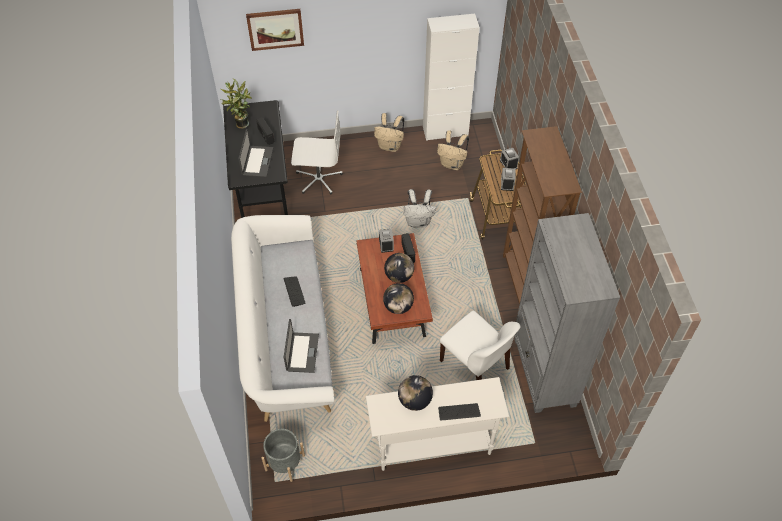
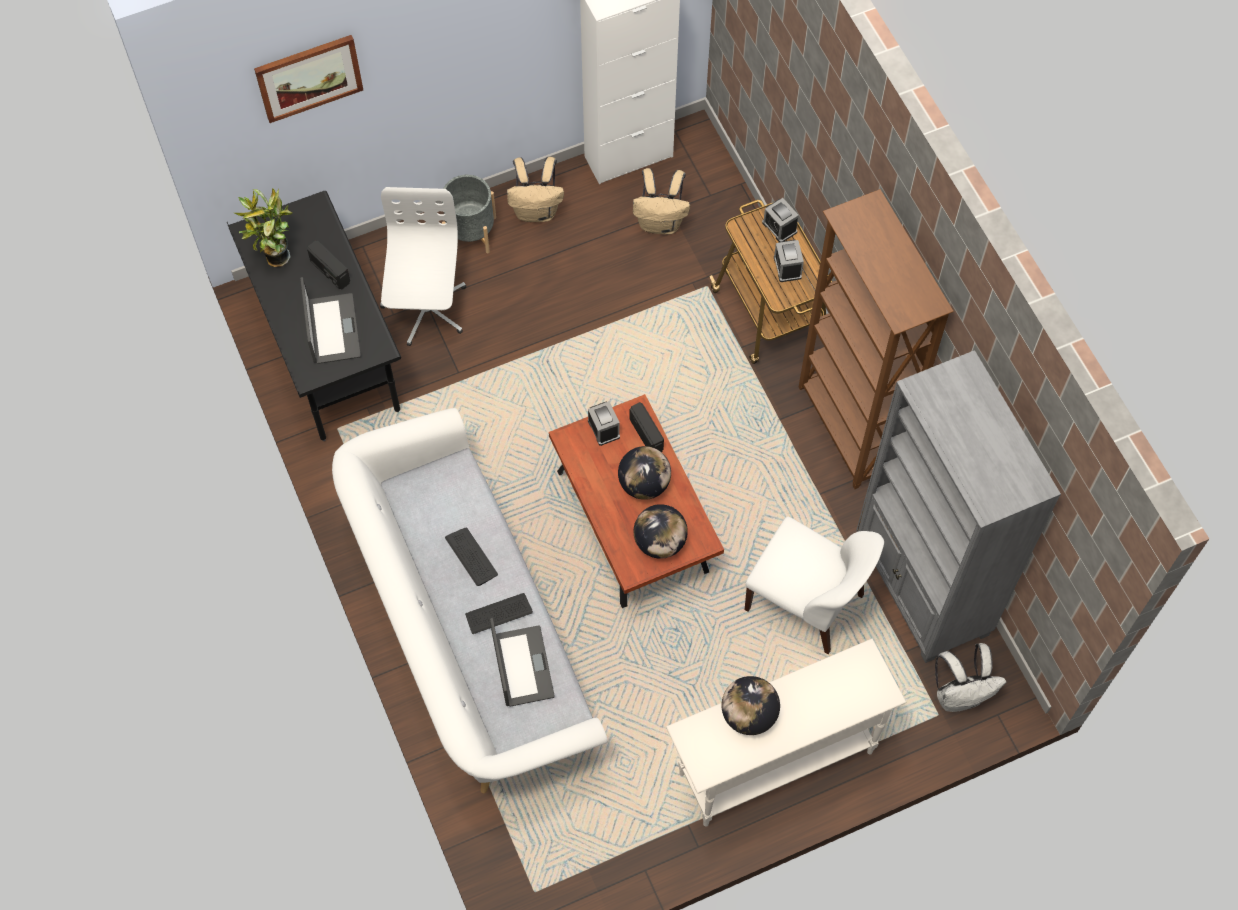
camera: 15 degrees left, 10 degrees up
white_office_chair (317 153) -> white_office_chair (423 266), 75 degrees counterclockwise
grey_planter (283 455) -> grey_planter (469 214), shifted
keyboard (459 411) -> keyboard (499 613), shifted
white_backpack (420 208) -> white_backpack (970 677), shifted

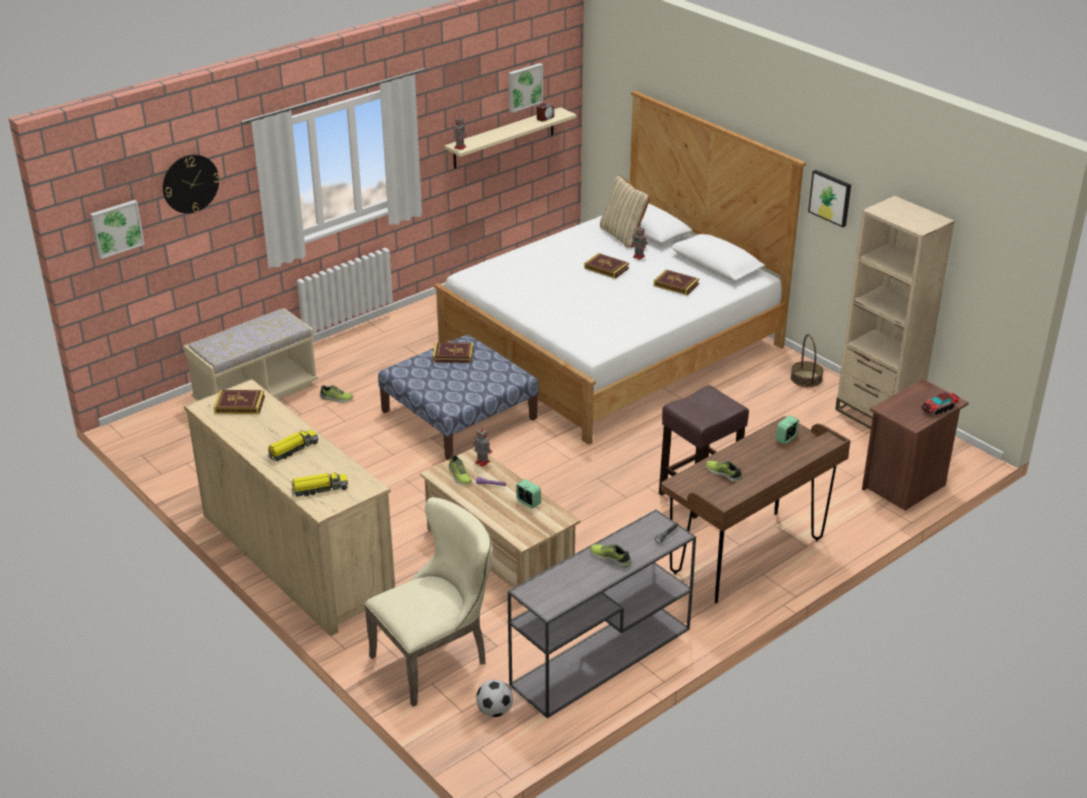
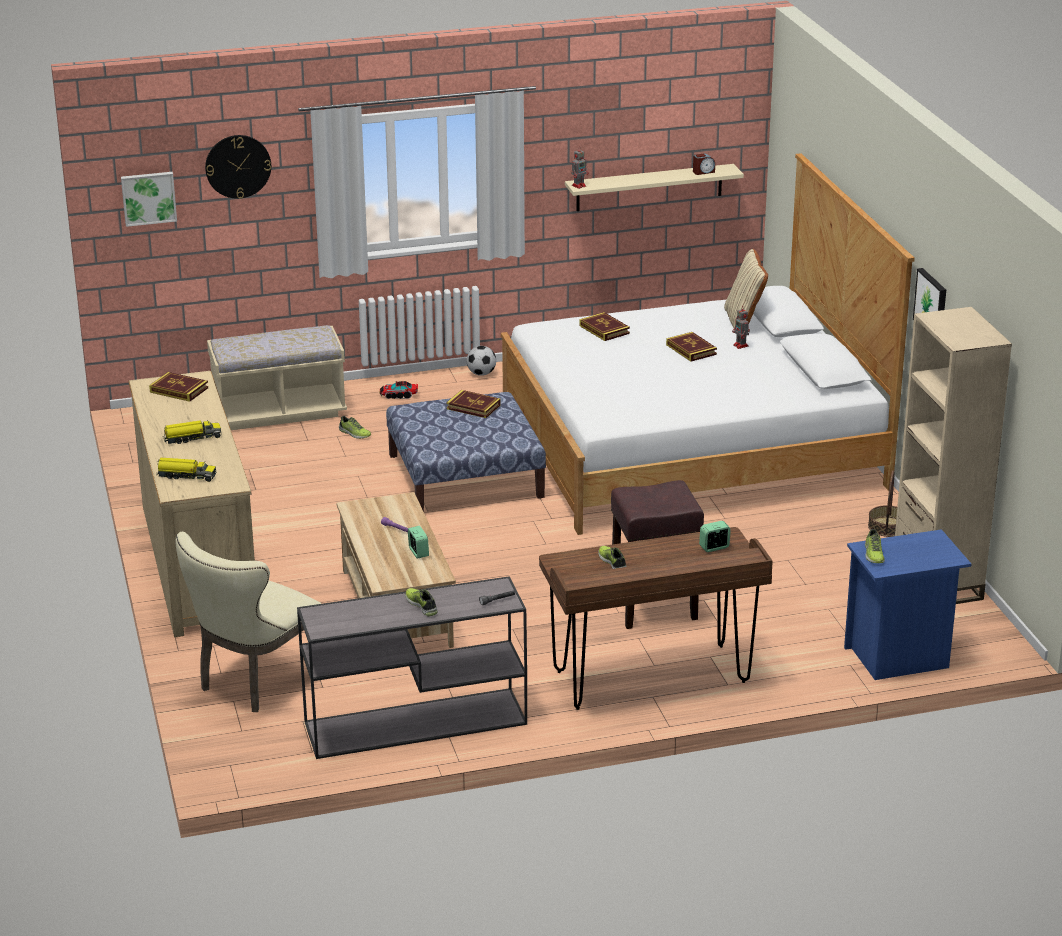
camera: 25 degrees right, 5 degrees down
sand-coloured_plain_chair (428 602) -> sand-coloured_plain_chair (249 622), 135 degrees clockwise
toy_lorry (940 403) -> toy_lorry (399 390), shifted
football_ball (494 698) -> football_ball (481 361), shifted
bound_book (676 282) -> bound_book (605 326), shifted
brown_night_table (915 445) -> blue_night_table (907 604)
shoe (460 470) -> shoe (875 546), shifted
robot_figure (482 446) -> none
wall_picture (526 88) -> none

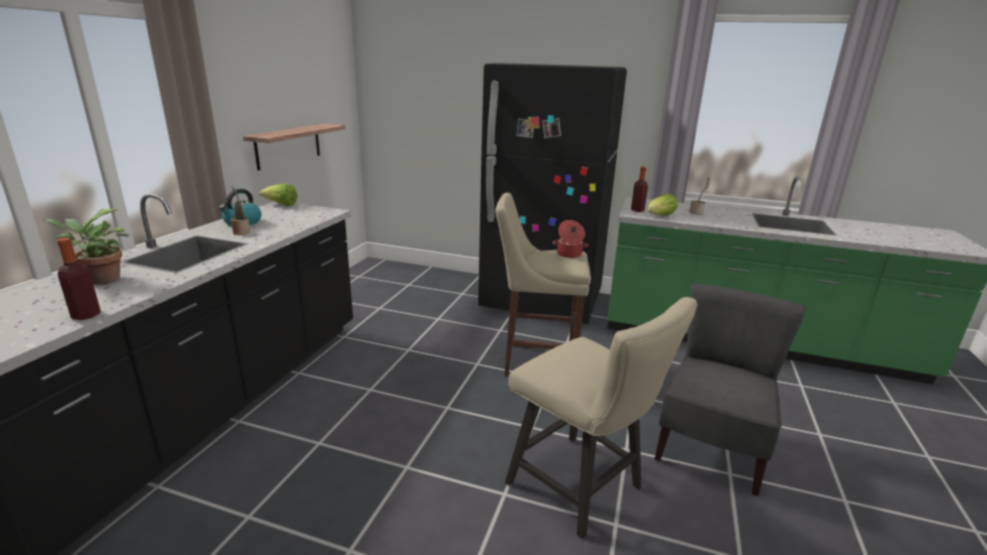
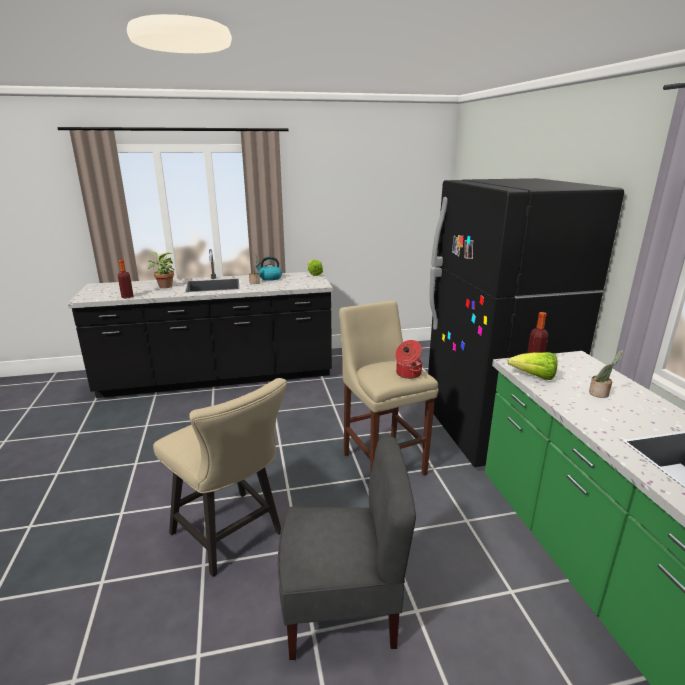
camera: 60 degrees right, 0 degrees up
sand-coloured_plain_chair (601 418) -> sand-coloured_plain_chair (220 477), 60 degrees counterclockwise
wall_shelf (294 147) -> none

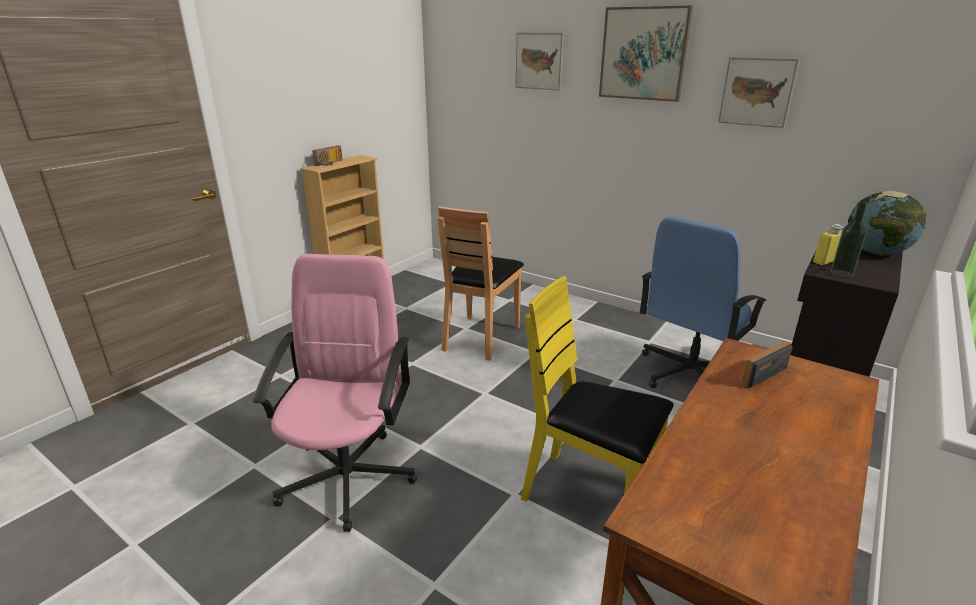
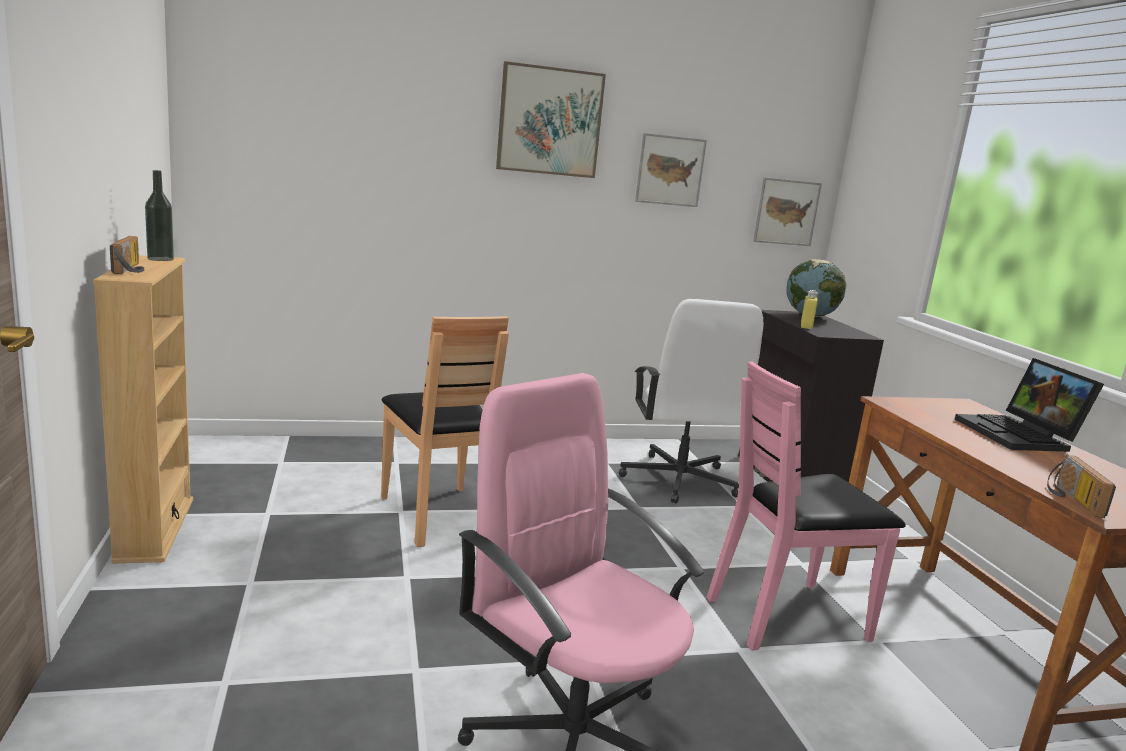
camera: 50 degrees left, 10 degrees down
beverage_bottle (849 240) -> beverage_bottle (159 215), shifted
blue_office_chair (703 302) -> white_office_chair (691 401)
yellow-coloured_plain_chair (597 389) -> pink-coloured_plain_chair (806 506)
wall_picture (539 61) -> wall_picture (787 211), shifted
none -> laptop (1029 405)
radio_receiver (767 364) -> radio_receiver (1081 486), shifted

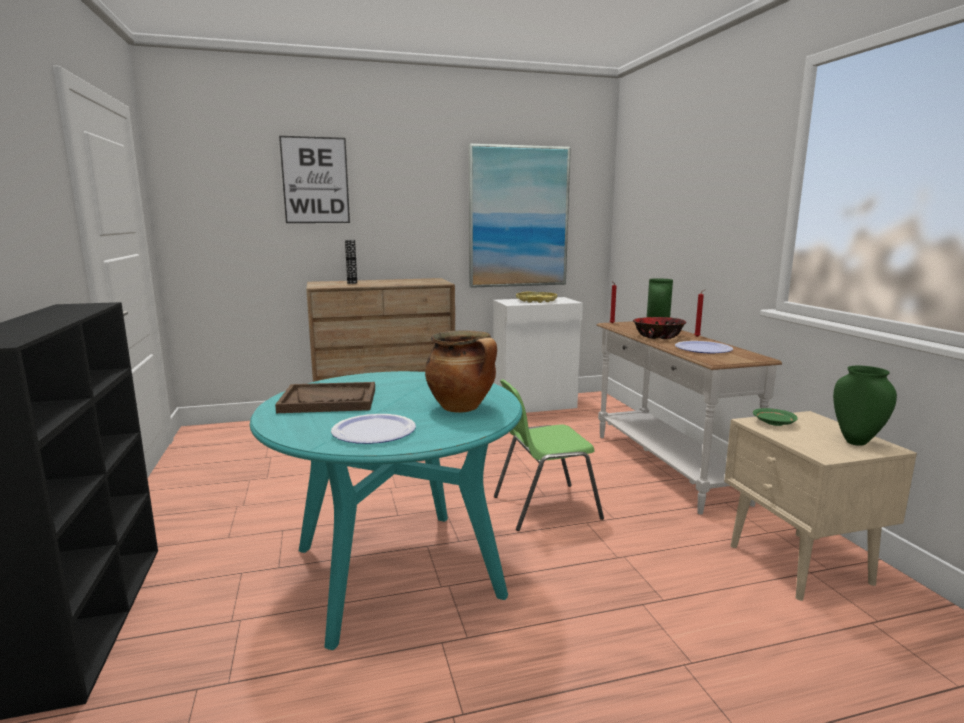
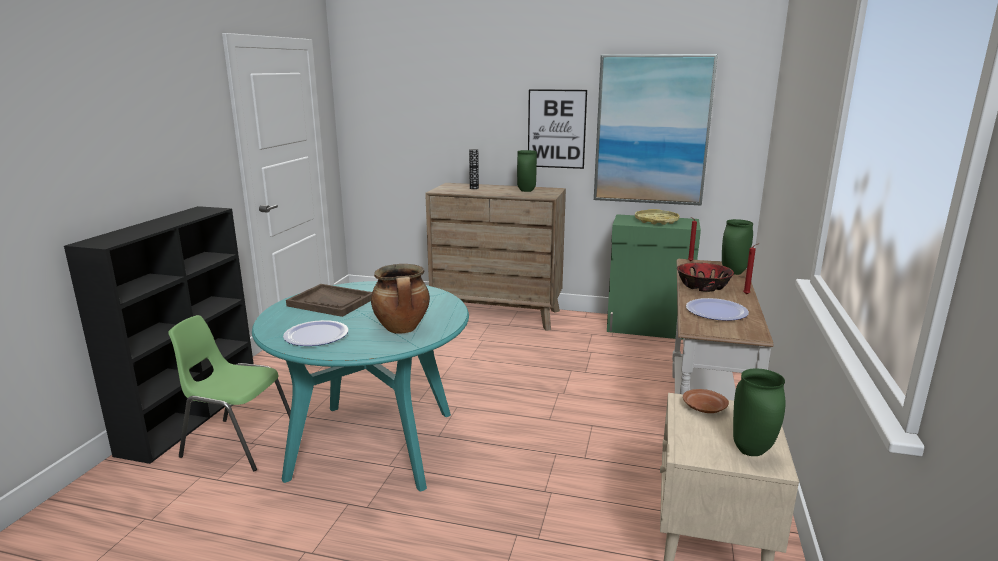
camera: 30 degrees right, 5 degrees up
greenish_plain_chair (549 455) -> greenish_plain_chair (229 393), shifted
none -> greenish_vase (527 171)
wall_picture (314 179) -> wall_picture (557 129), shifted
white_storage_cabinet (538 355) -> greenish_storage_cabinet (654 277)
greenish_plate (775 417) -> brown_plate (706 401)

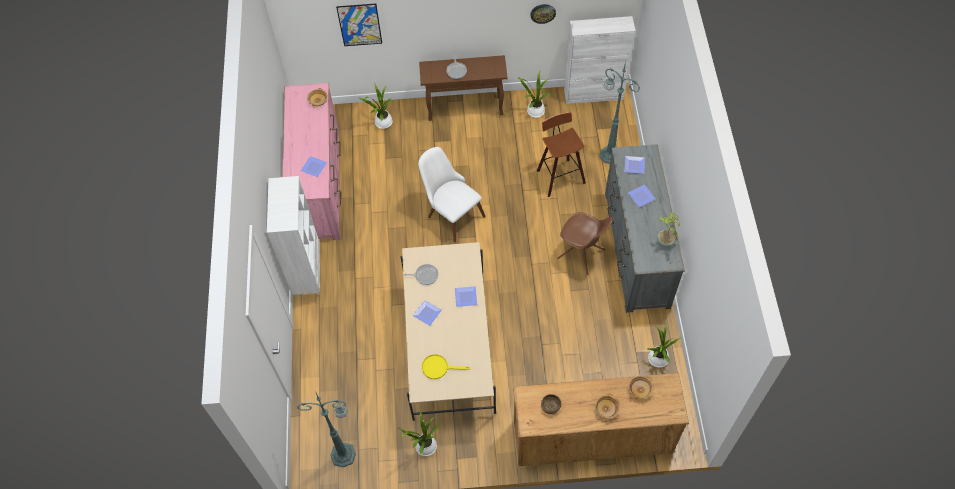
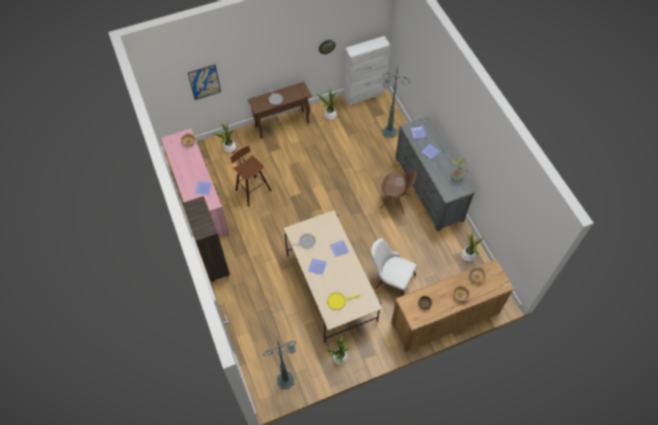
camera: 20 degrees left, 0 degrees up
white_bookcase (293 236) -> brown_bookcase (206 239)
stool_seat (561 154) -> stool_seat (251 176), shifted
white_plain_chair (452 194) -> white_plain_chair (394 267), shifted

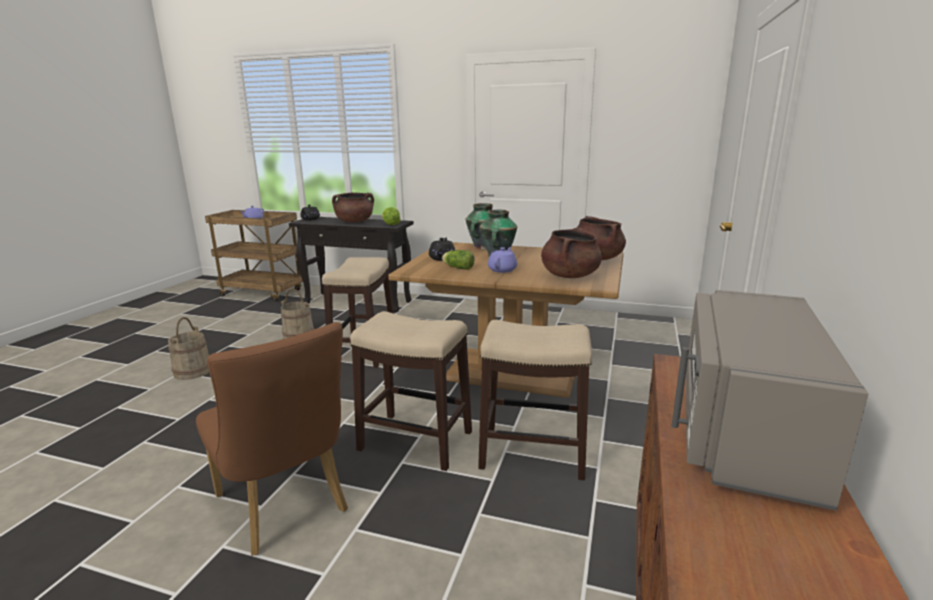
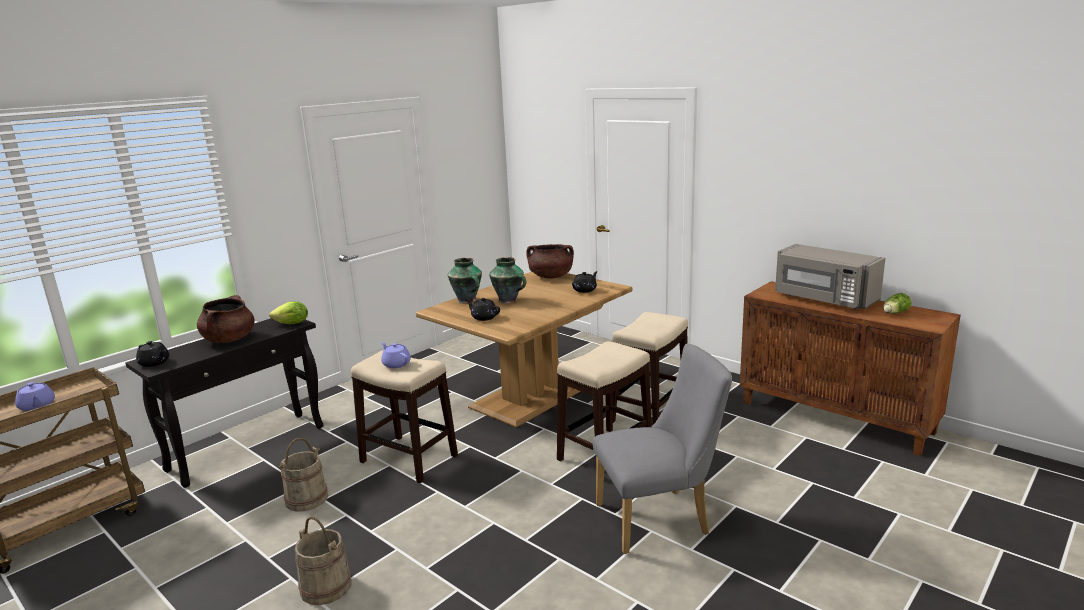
camera: 65 degrees left, 0 degrees up
purple_tea_pot (502 260) -> purple_tea_pot (396 355), shifted
brown_saucepot (571 253) -> blackish_tea_pot (585 282)
brown_plain_chair (272 439) -> grey_plain_chair (662 448)
lettuce_head (458 260) -> lettuce_head (897 303), shifted

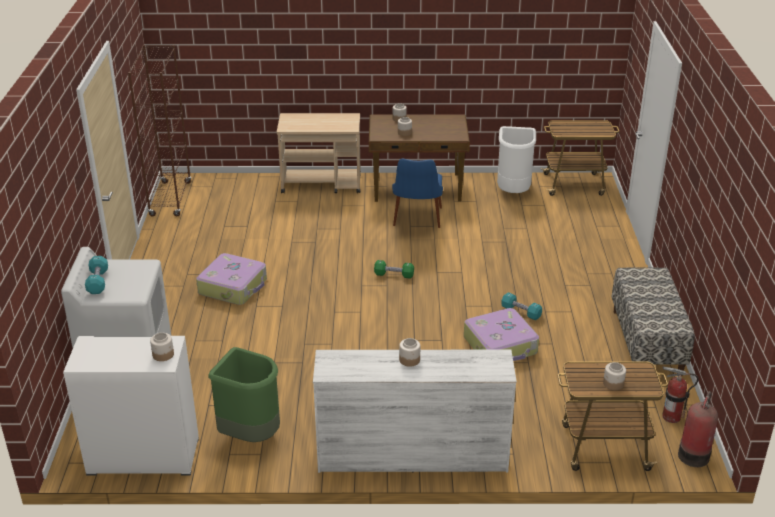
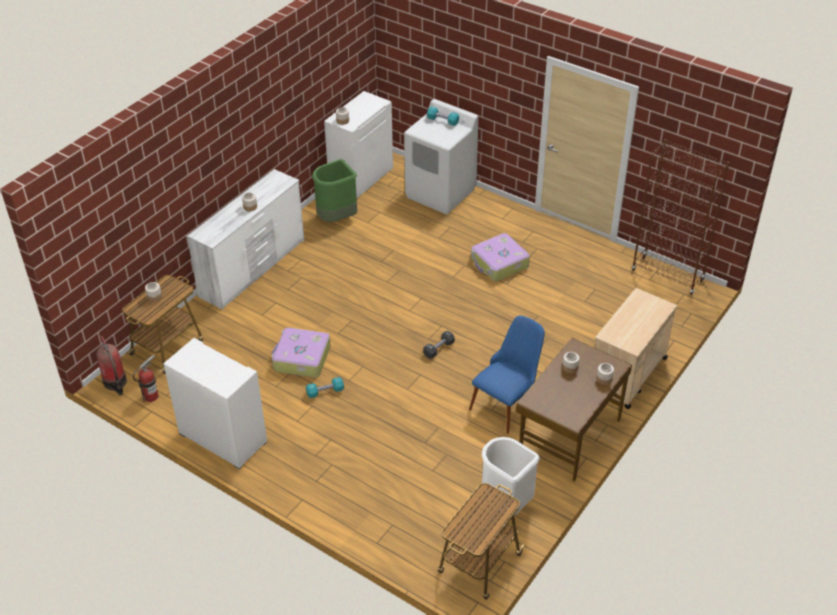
camera: 125 degrees right, 10 degrees up
indoor_bench (653 321) -> white_storage_cabinet (215 403)
greenish_dumbbell (394 269) -> blackish_dumbbell (439 345)
blue_plain_chair (417 193) -> blue_plain_chair (507 375), 90 degrees clockwise

